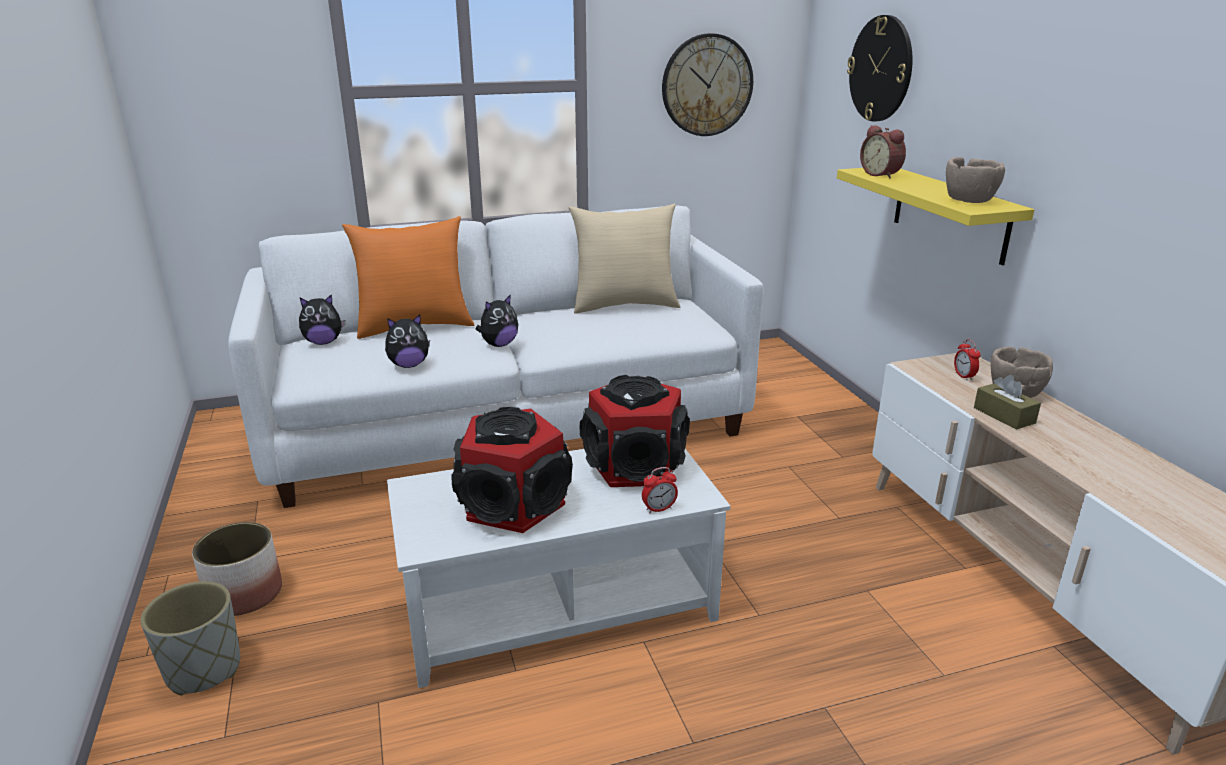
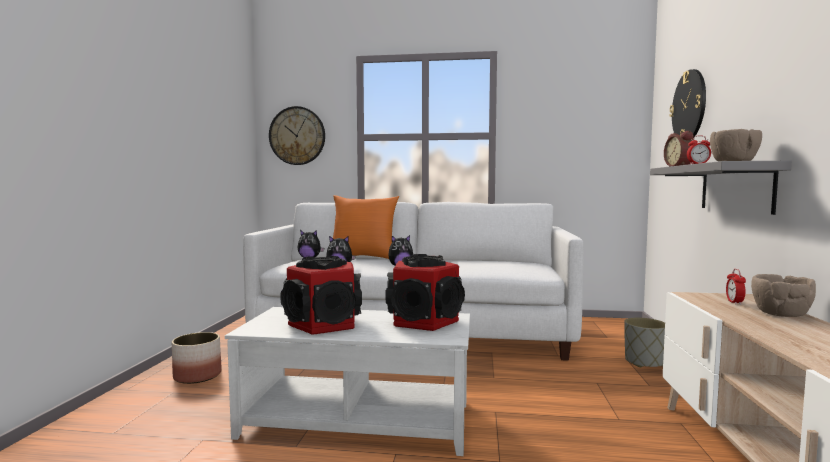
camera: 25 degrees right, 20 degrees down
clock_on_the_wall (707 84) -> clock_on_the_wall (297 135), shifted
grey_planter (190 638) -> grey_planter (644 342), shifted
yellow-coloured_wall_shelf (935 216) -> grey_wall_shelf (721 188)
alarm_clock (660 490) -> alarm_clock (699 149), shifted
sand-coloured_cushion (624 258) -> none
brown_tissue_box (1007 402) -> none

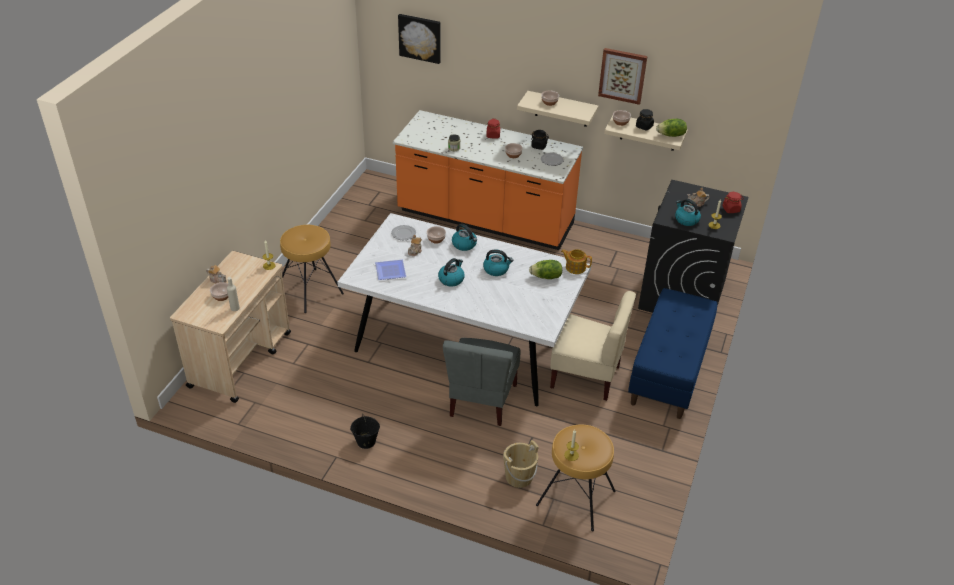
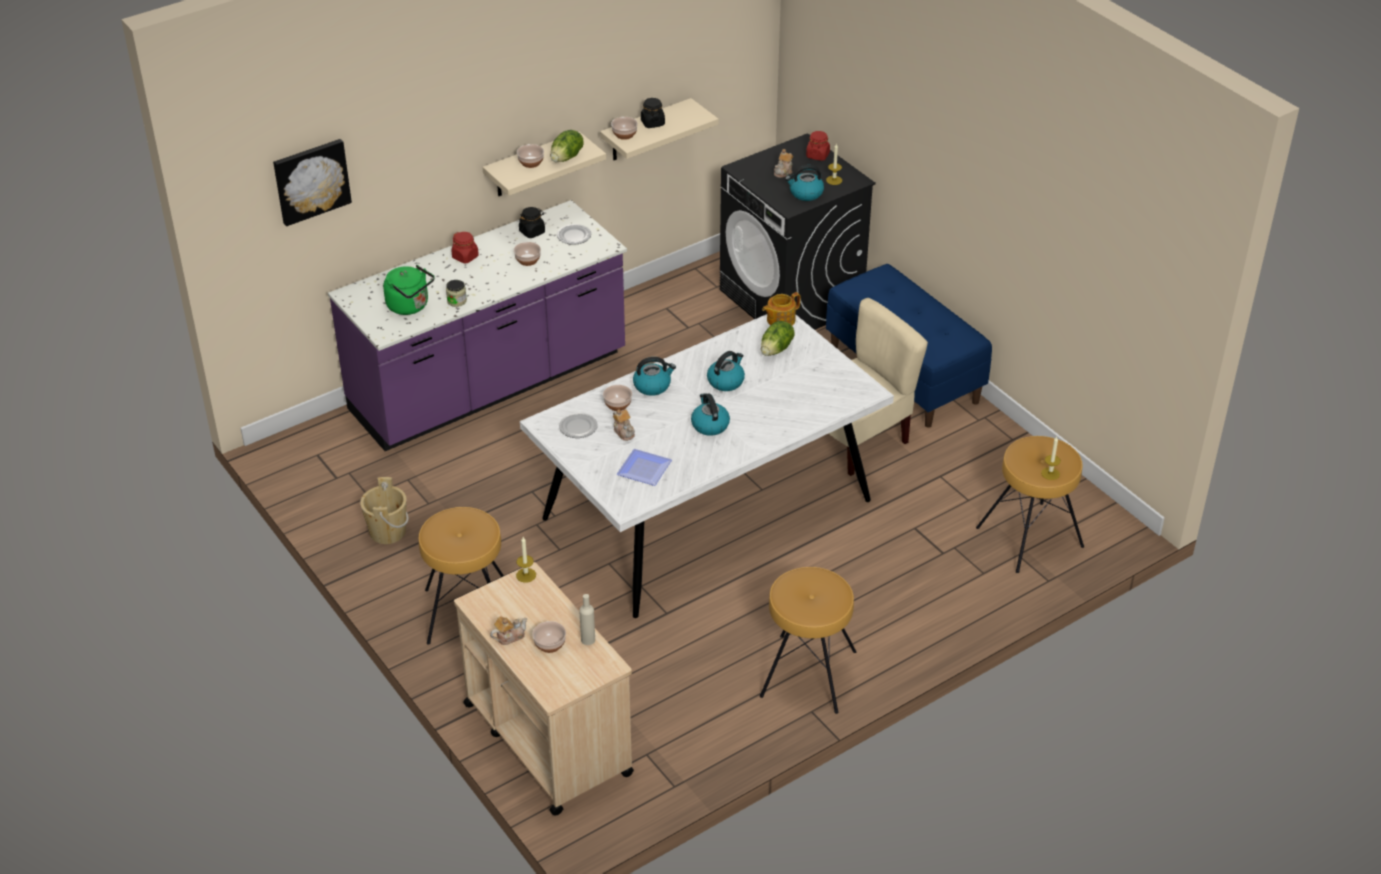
camera: 55 degrees left, 0 degrees up
orangey_kitchen_base_unit (488 180) -> purple_kitchen_base_unit (477 325)
sand-coloured_water_bucket (521 464) -> sand-coloured_water_bucket (384 510), shifted
none -> greenish_tea_kettle (409 290)
lettuce_head (671 128) -> lettuce_head (567 146), shifted
blackish_water_bucket (365 431) -> brown_stool_seat (808 640)
grey_plain_chair (481 382) -> none
wall_picture (623 76) -> none

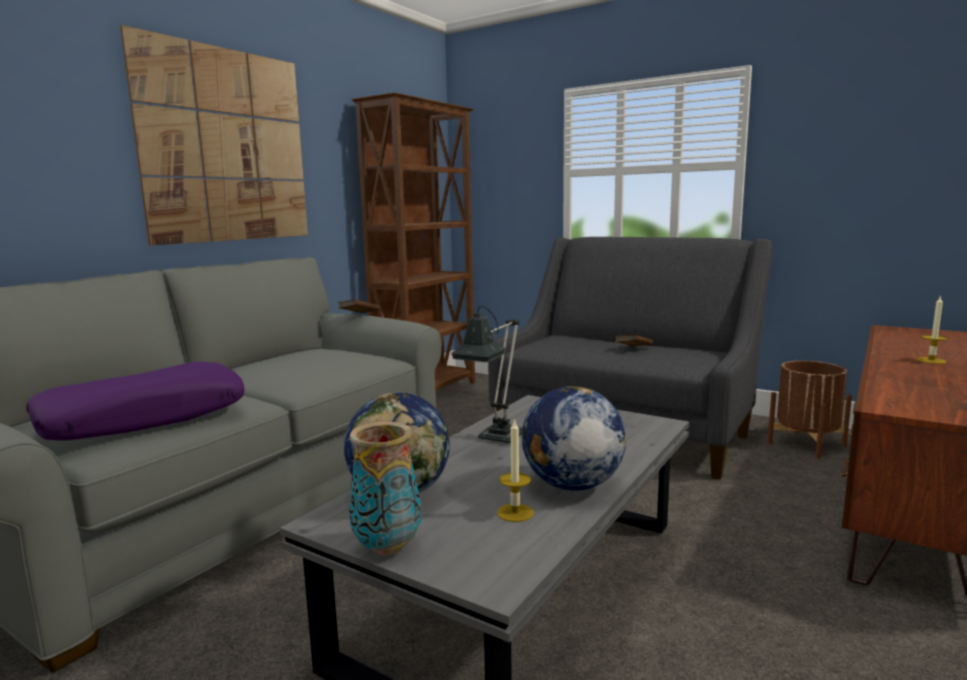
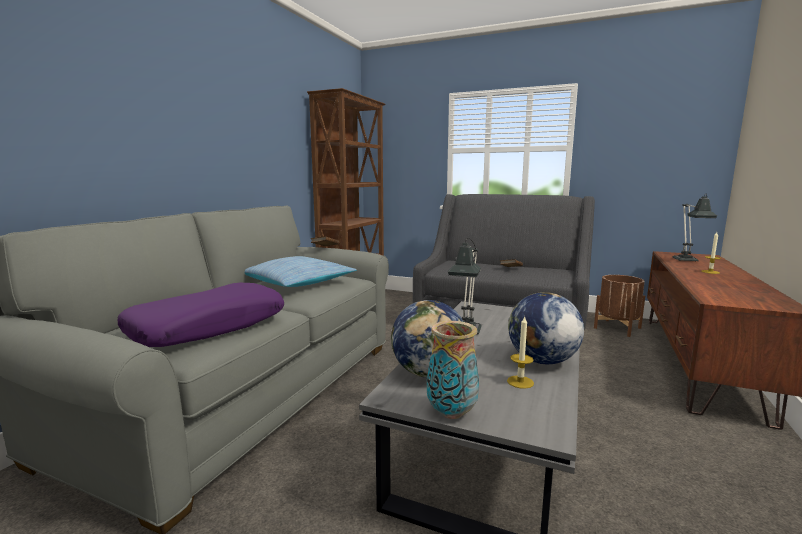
camera: 10 degrees left, 0 degrees up
none -> cushion (301 271)
none -> table_lamp (695 227)
wall_picture (214 135) -> none

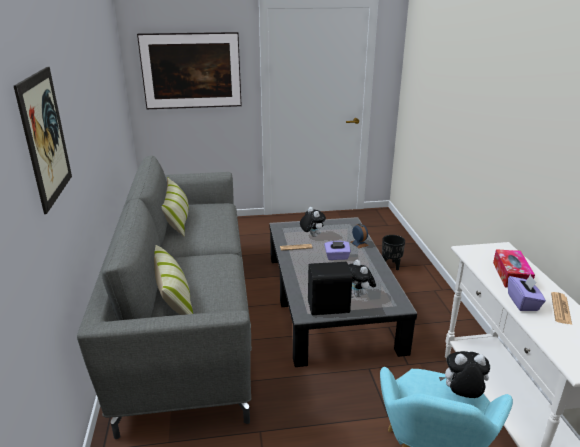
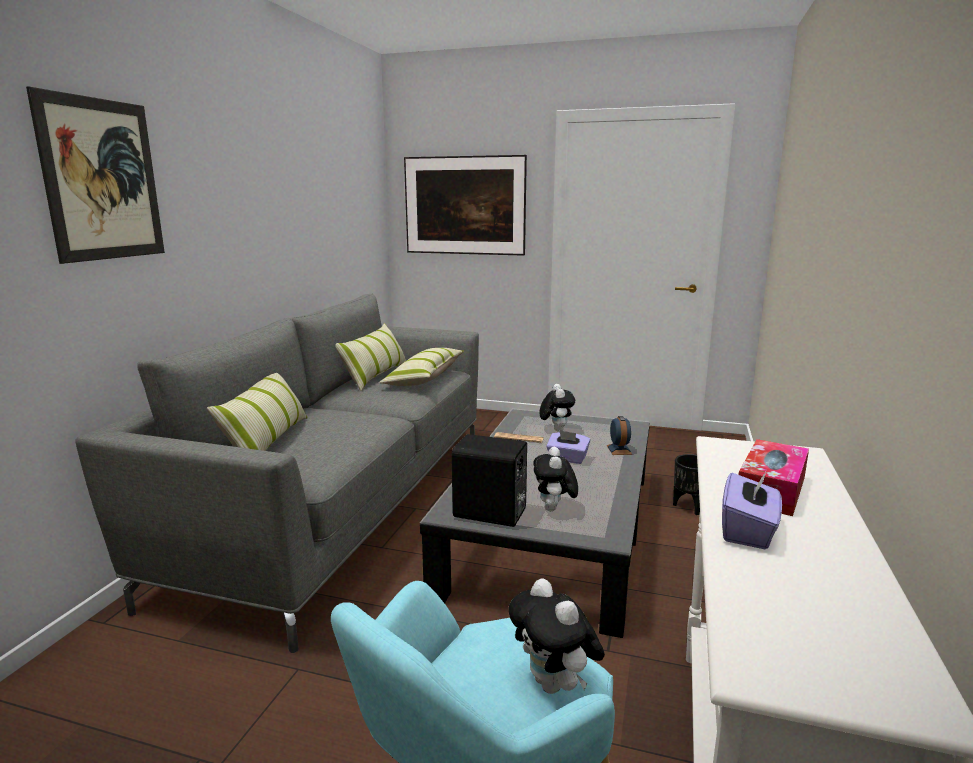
camera: 25 degrees right, 10 degrees down
none -> cushion (421 367)
plush_toy (464 374) -> plush_toy (556 636), 150 degrees counterclockwise
printed_paper (561 308) -> none

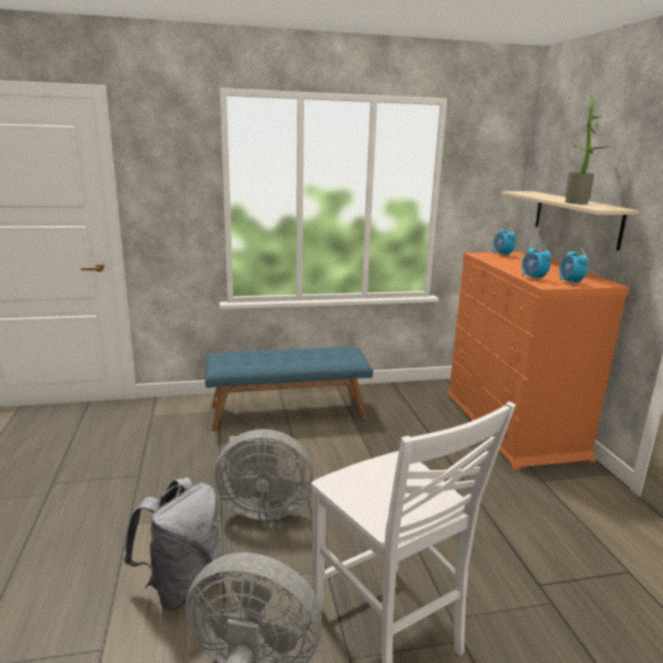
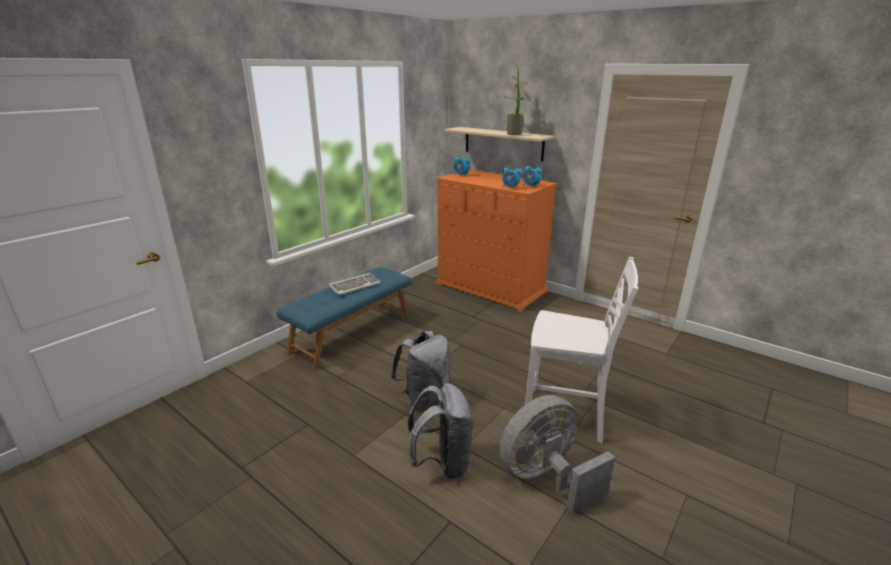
camera: 40 degrees left, 5 degrees up
none -> keyboard (354 284)
grey_electric_fan (264 474) -> grey_backpack (420 370)

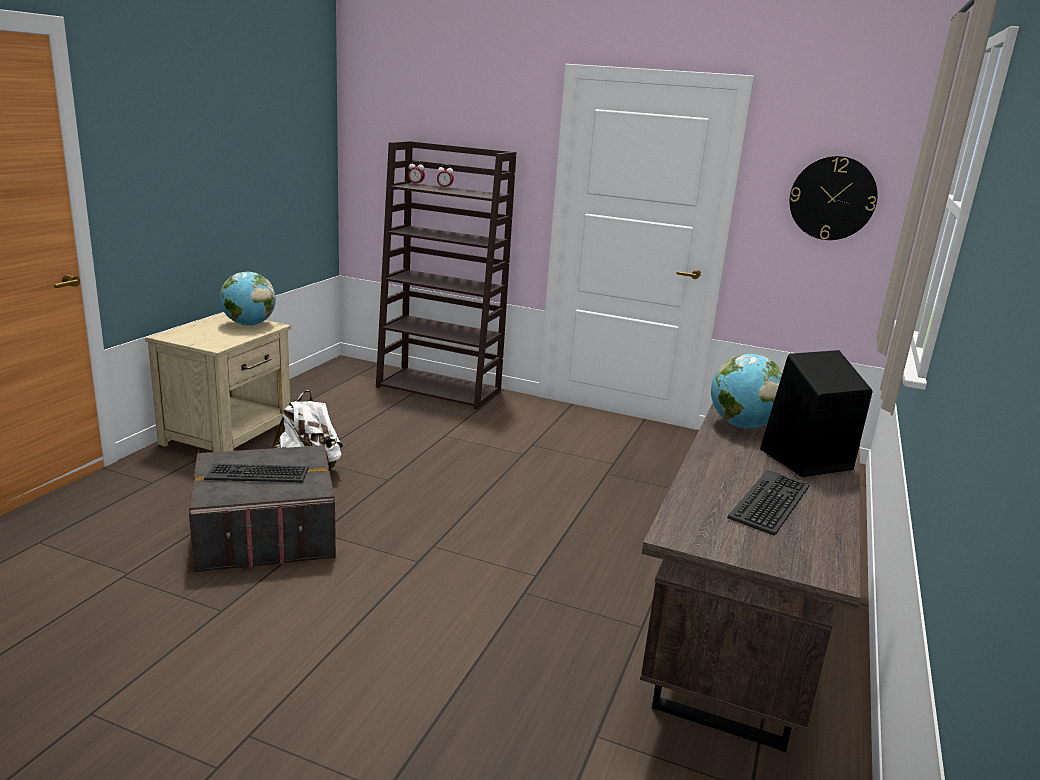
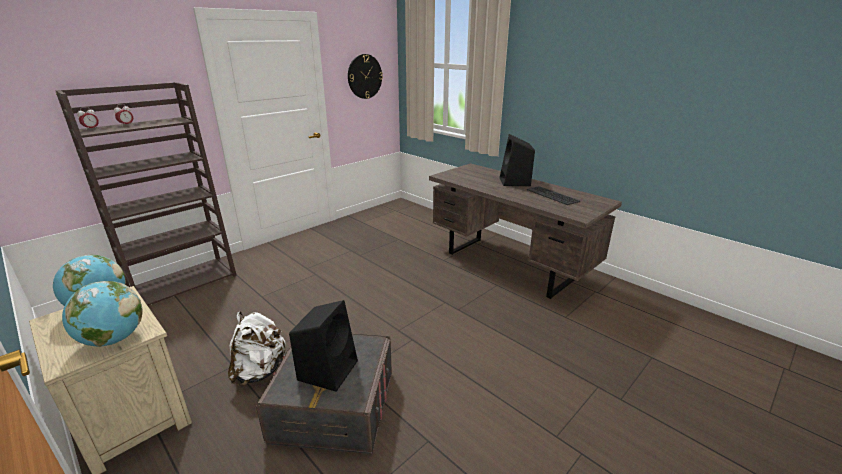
camera: 65 degrees left, 5 degrees up
world_globe (747 391) -> world_globe (102 314), shifted
keyboard (256 473) -> blackish_loudspeaker (323 346)

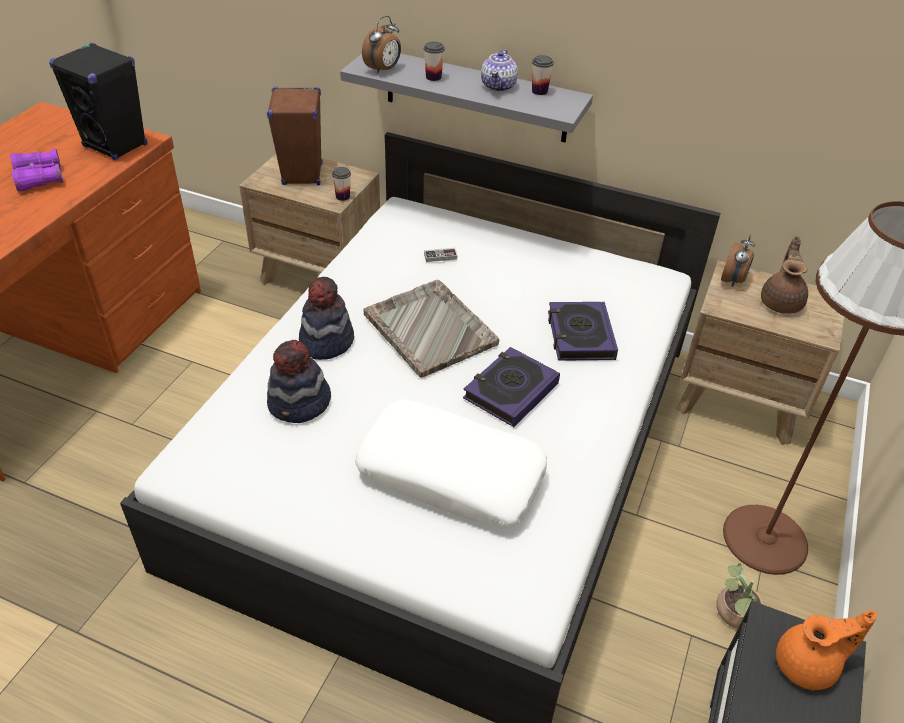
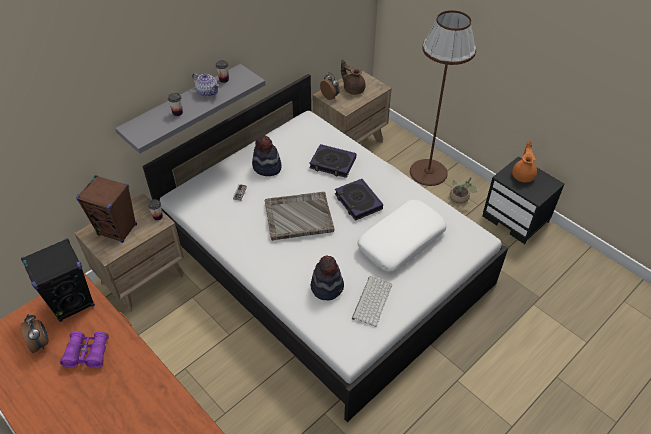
camera: 65 degrees left, 5 degrees up
alarm_clock (381 45) -> alarm_clock (35 333), shifted
hat (326 318) -> hat (267 155), shifted
none -> keyboard (372 301)

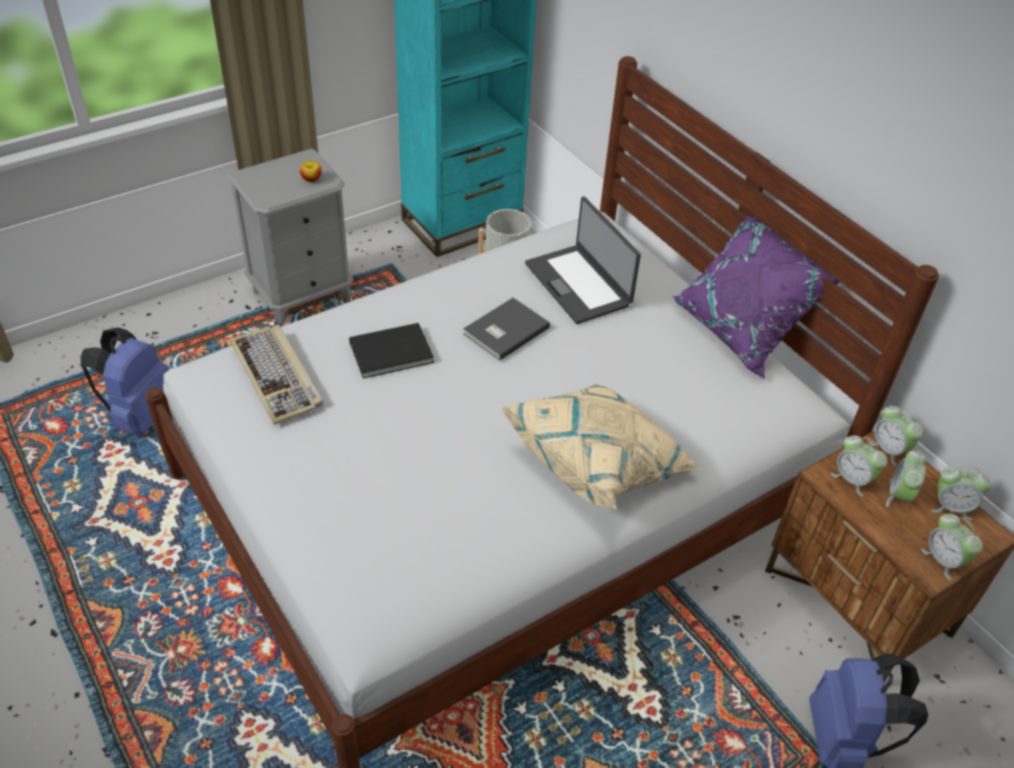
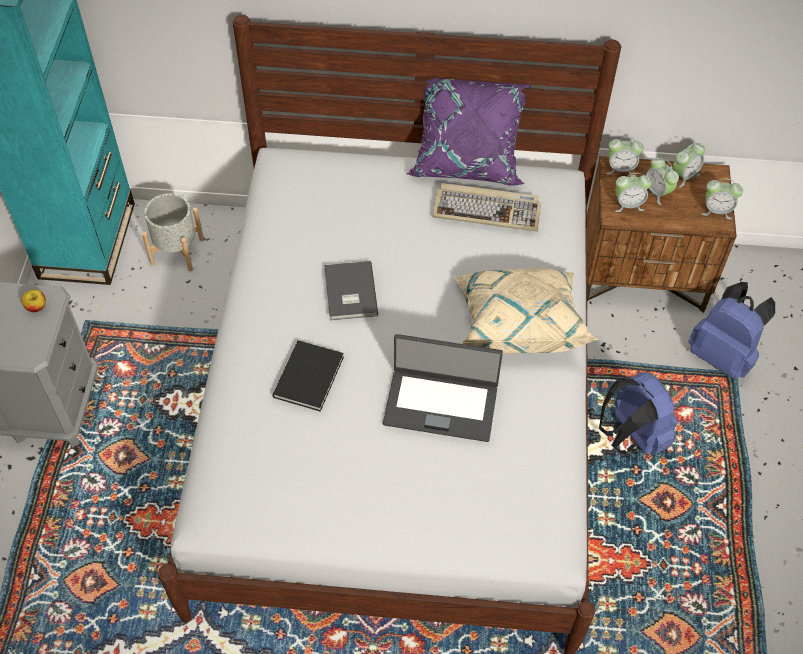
camera: 50 degrees left, 10 degrees up
laptop (583 260) -> laptop (443 388), shifted
keyboard (276 374) -> keyboard (487 207), shifted
blue_backpack (125 380) -> blue_backpack (638 413), shifted

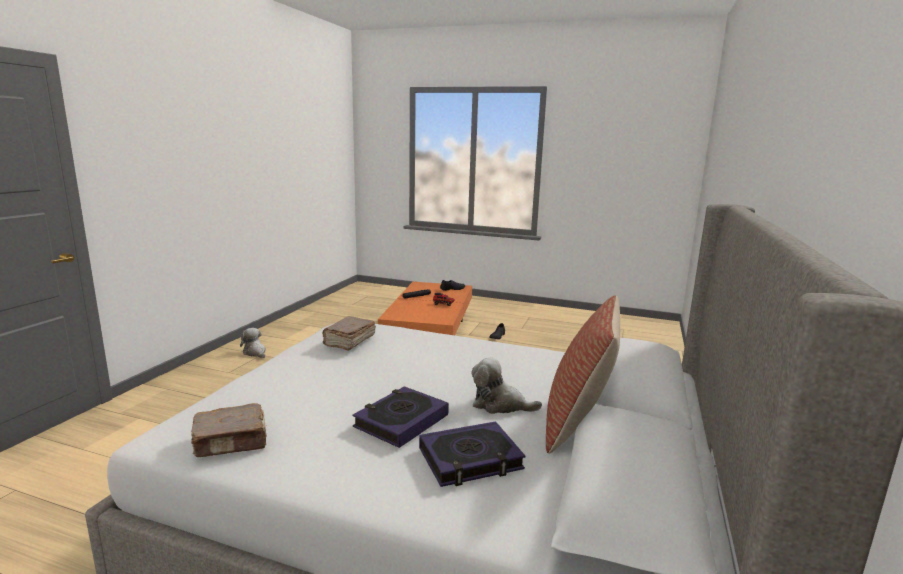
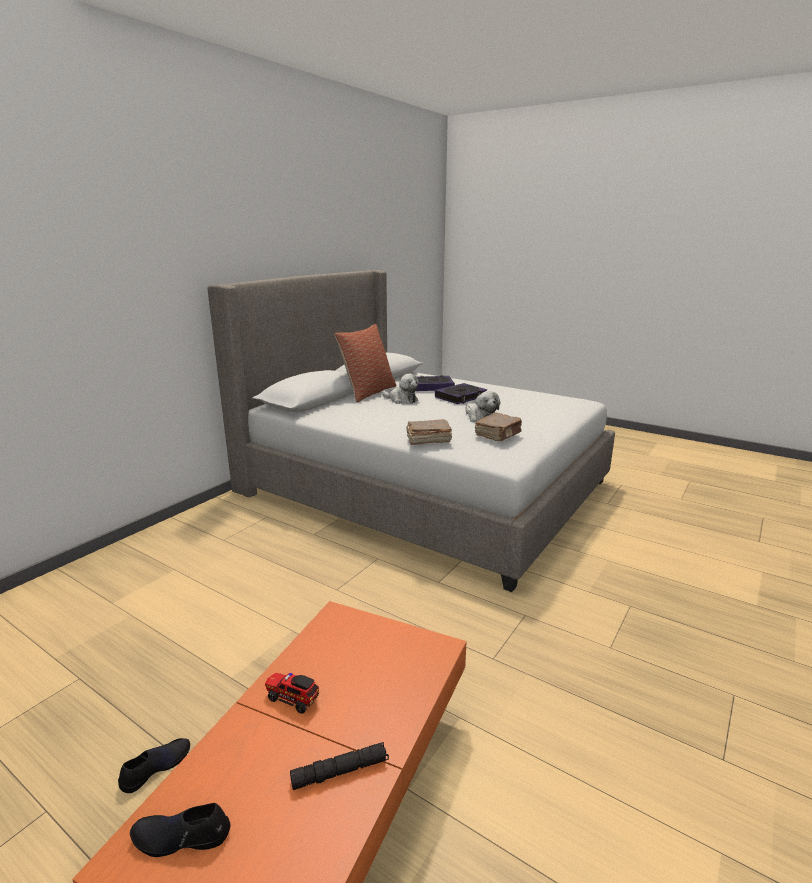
camera: 165 degrees left, 5 degrees up
brown_bound_book (229 430) -> brown_bound_book (429 432), shifted
plush_toy (253 343) -> plush_toy (483 406), shifted

